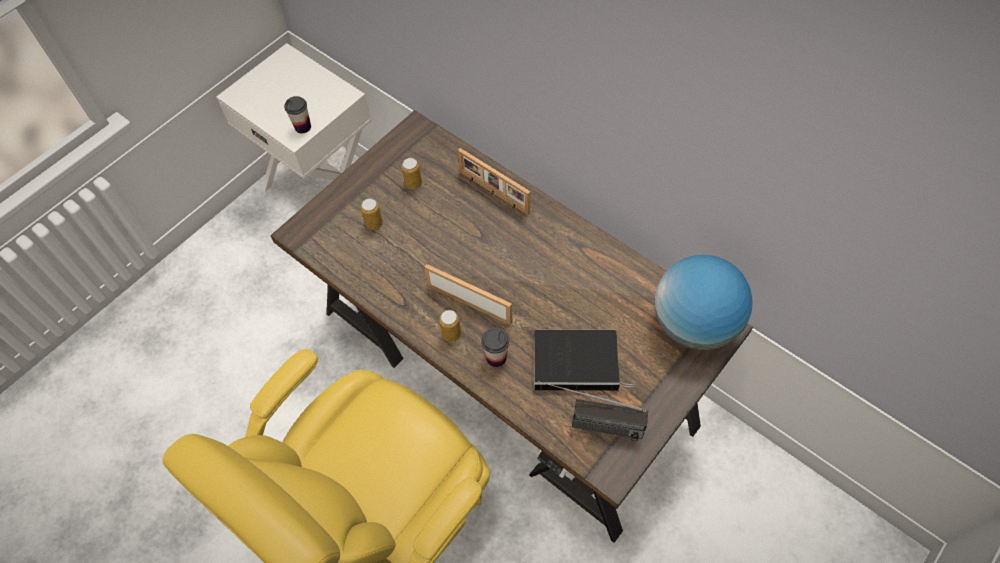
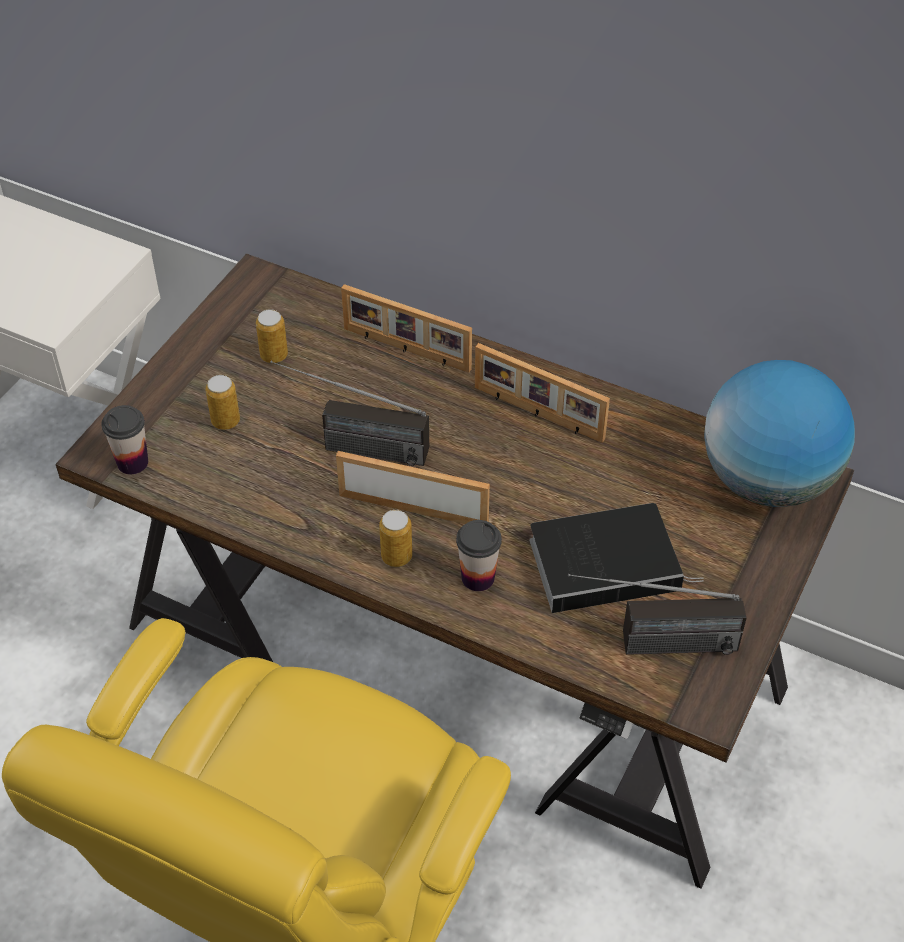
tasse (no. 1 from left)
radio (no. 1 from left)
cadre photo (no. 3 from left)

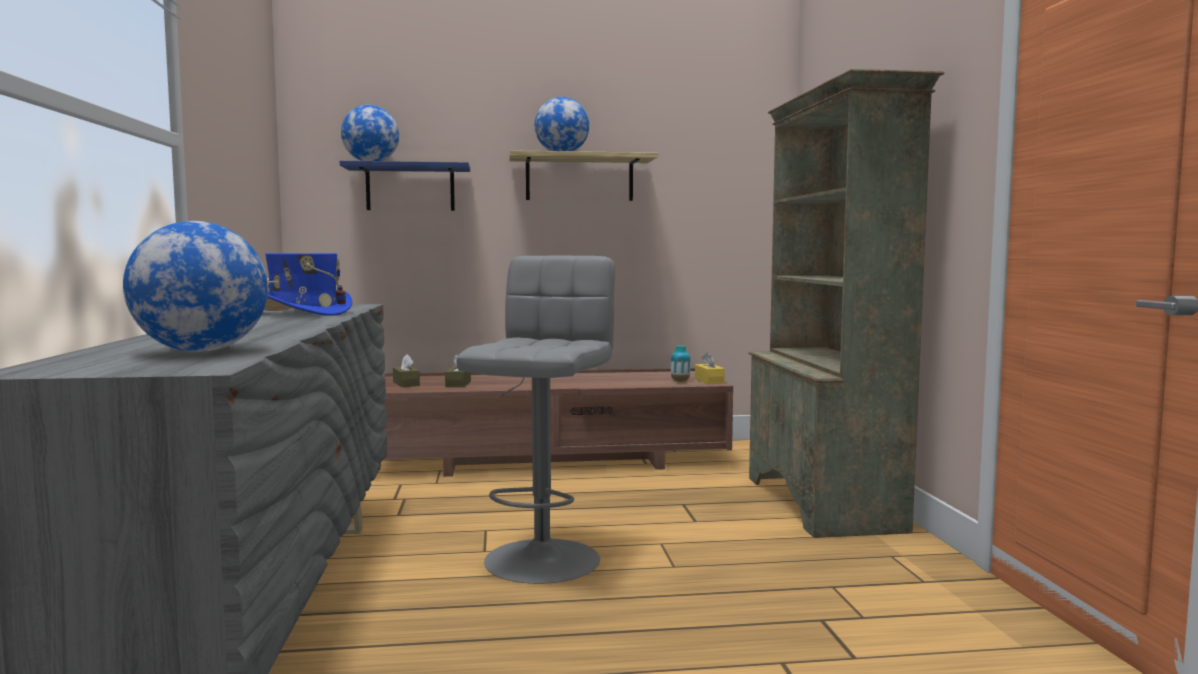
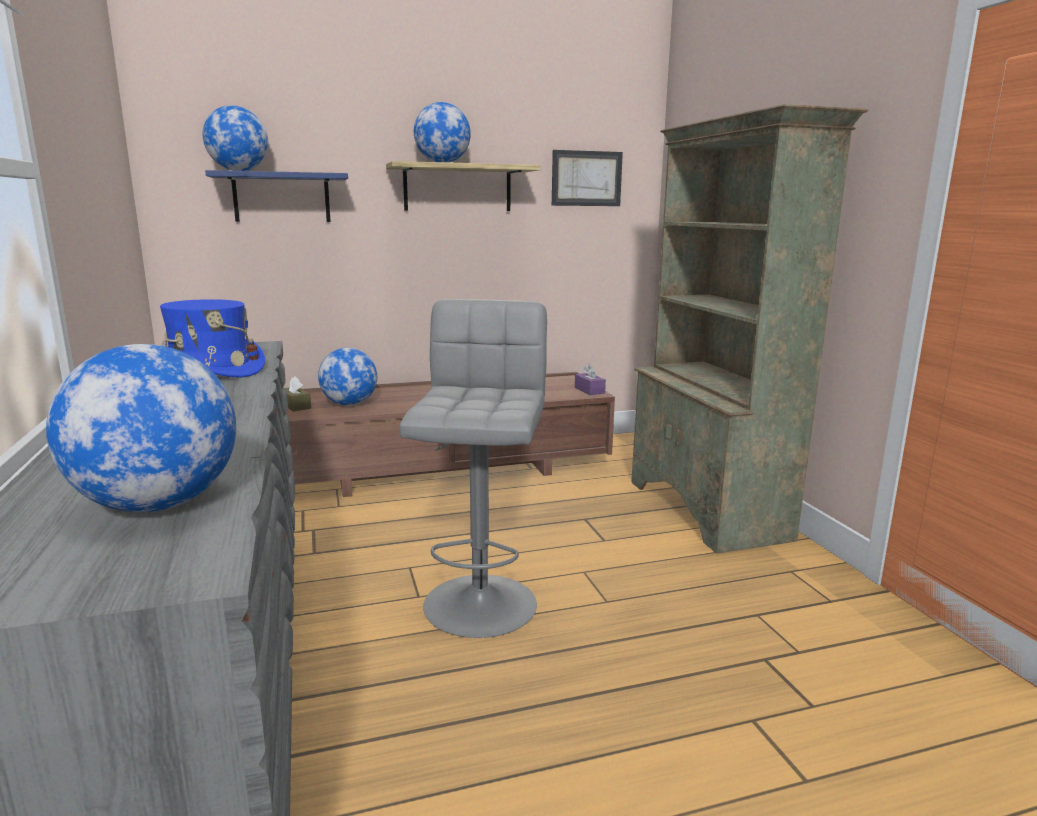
globe (no. 3 from left)
tableau
boîte à mouchoirs [violet]
vase

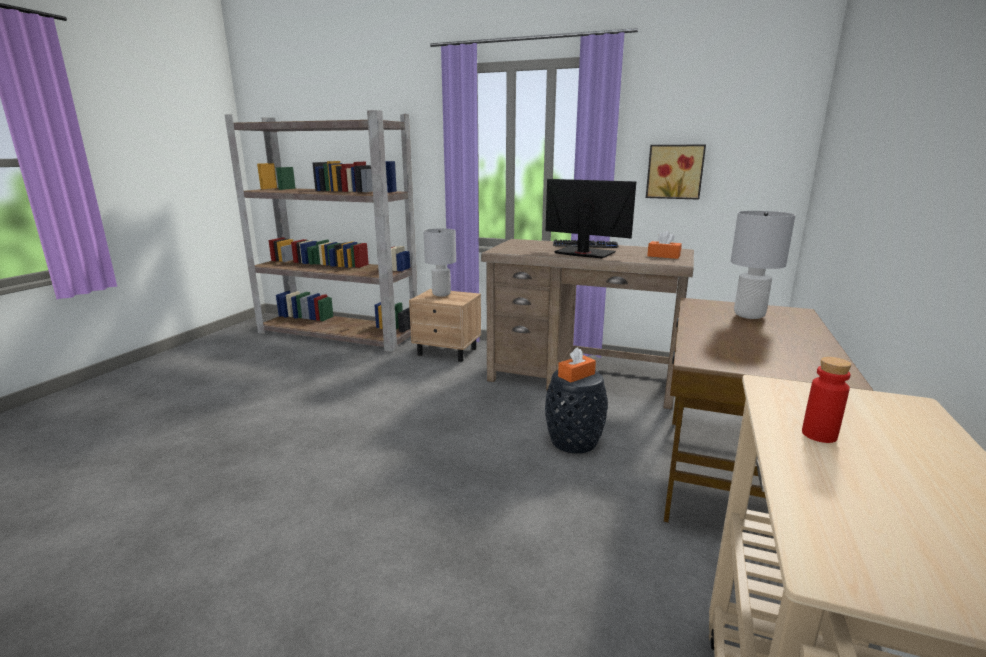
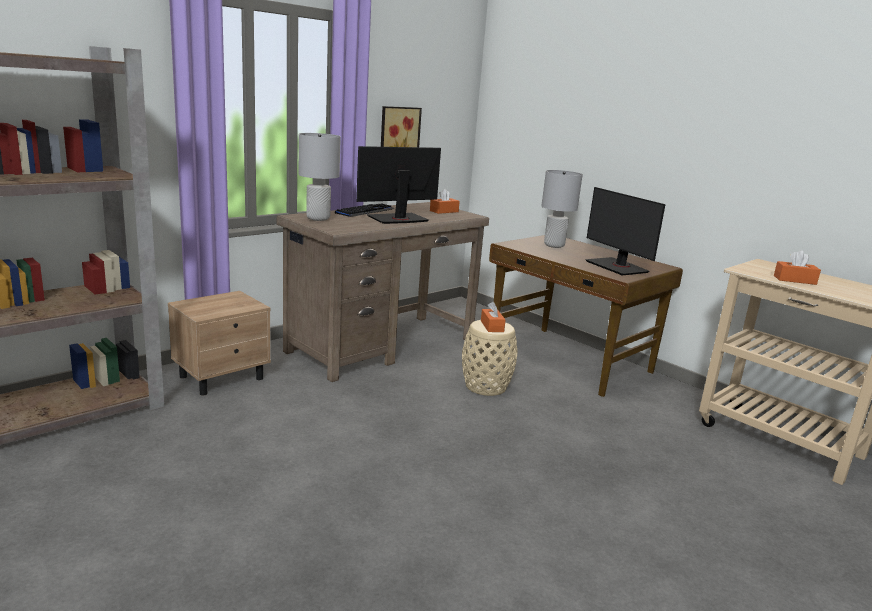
lampe de table [gris] (no. 1 from left)
tabouret [beige]
écran d'ordinateur (no. 2 from left)
boîte à mouchoirs [orange] (no. 3 from left)

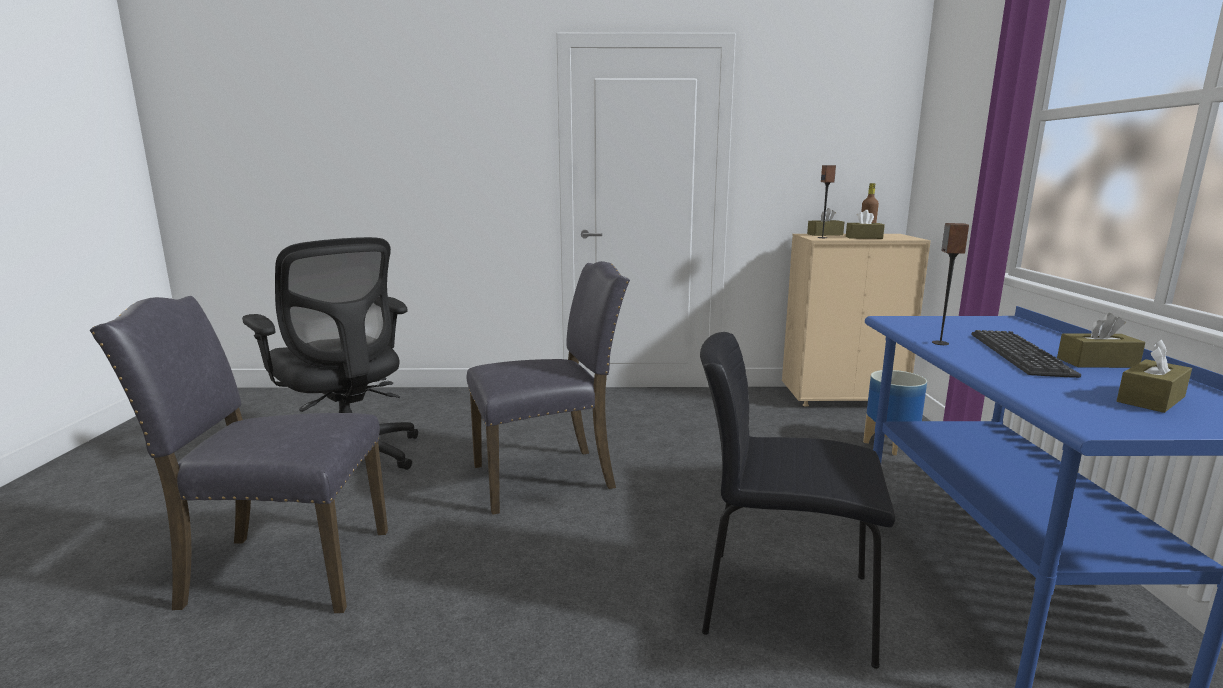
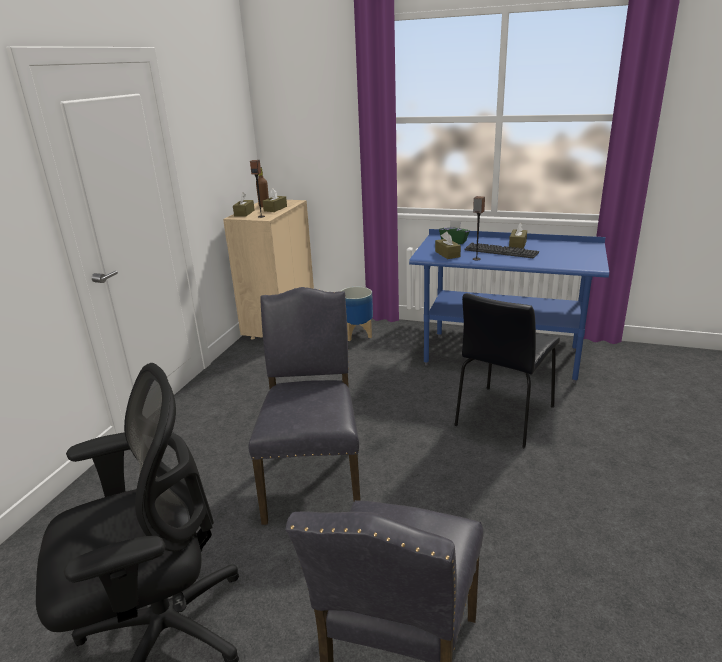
boîte à mouchoirs [marron] (no. 3 from left)
boîte à mouchoirs [vert]

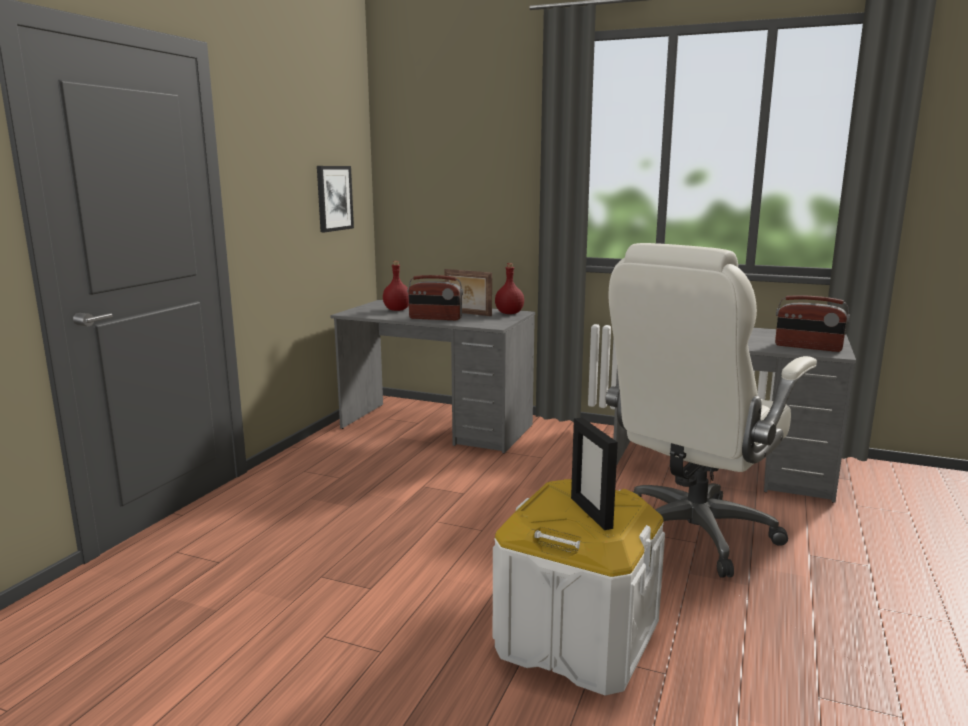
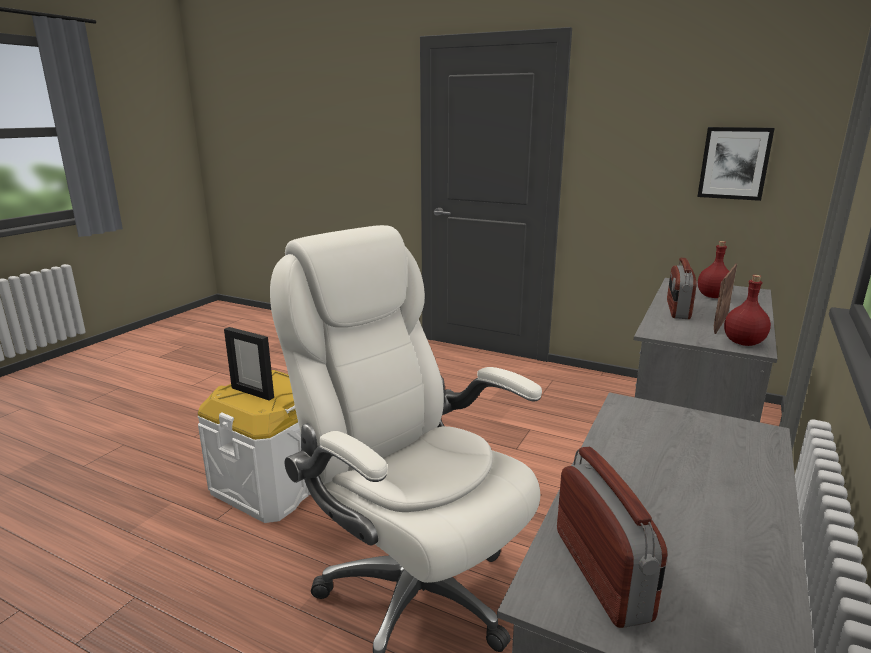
cadre photo (no. 1 from left)
radio (no. 1 from left)

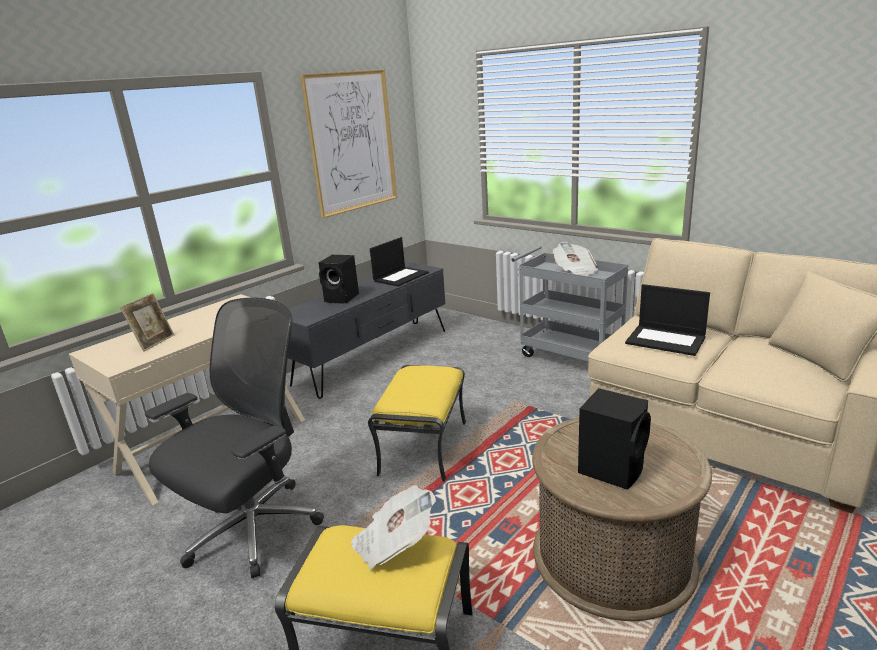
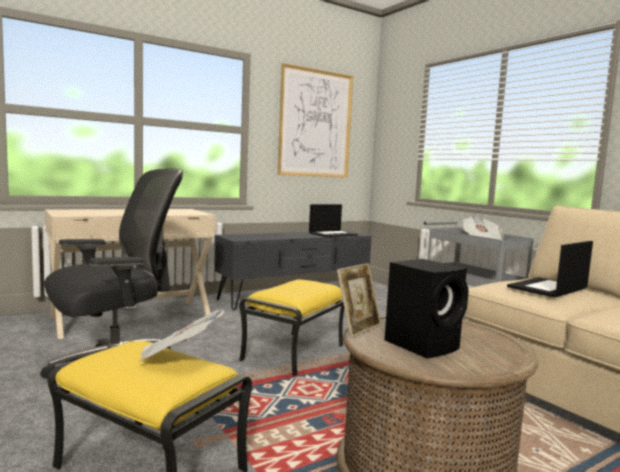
cadre photo
ordinateur portable (no. 2 from left)
enceinte [noir] (no. 1 from left in the first image)

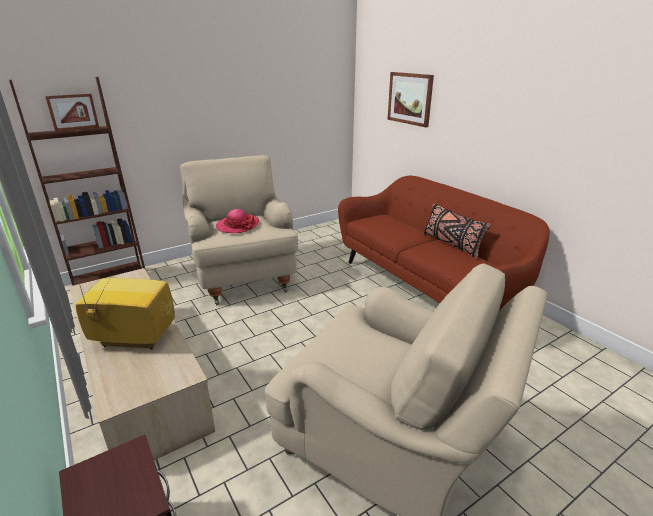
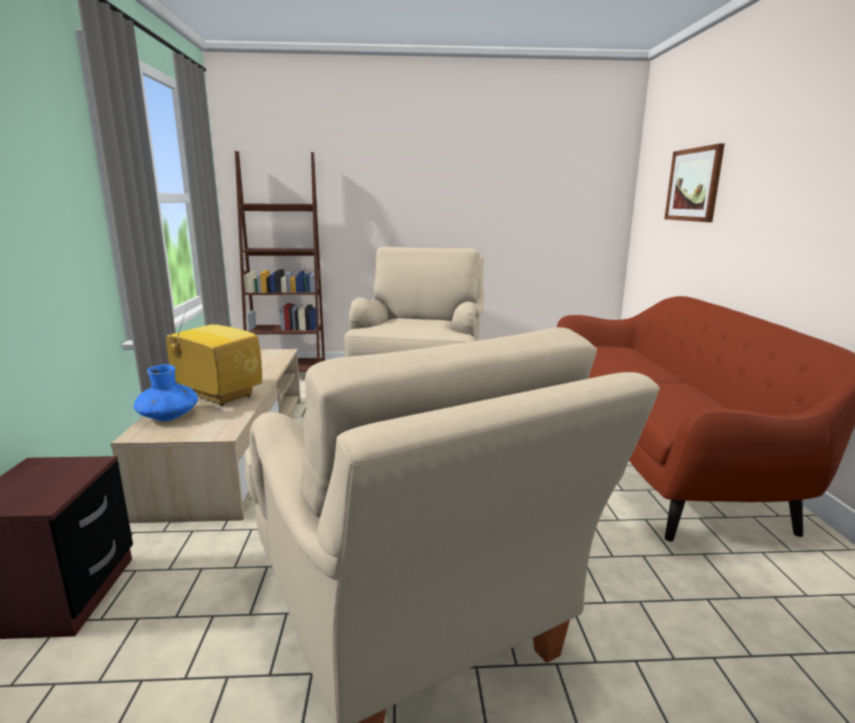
vase [bleu]
cadre photo
chapeau
coussin [noir]

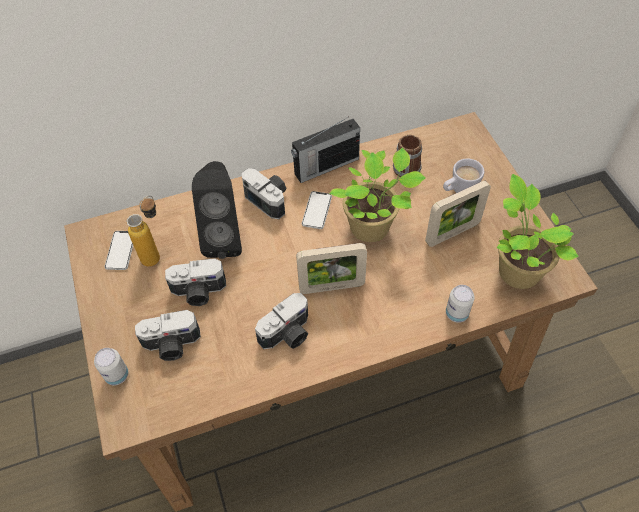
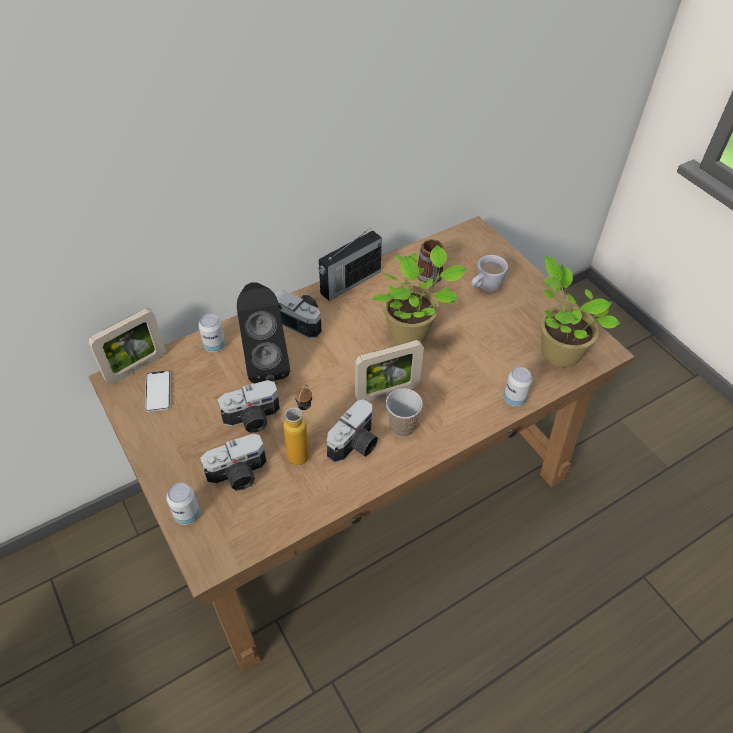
cadre photo (no. 1 from left)
boîte métallique (no. 2 from left)
bouteille
tasse
téléphone (no. 2 from left in the first image)

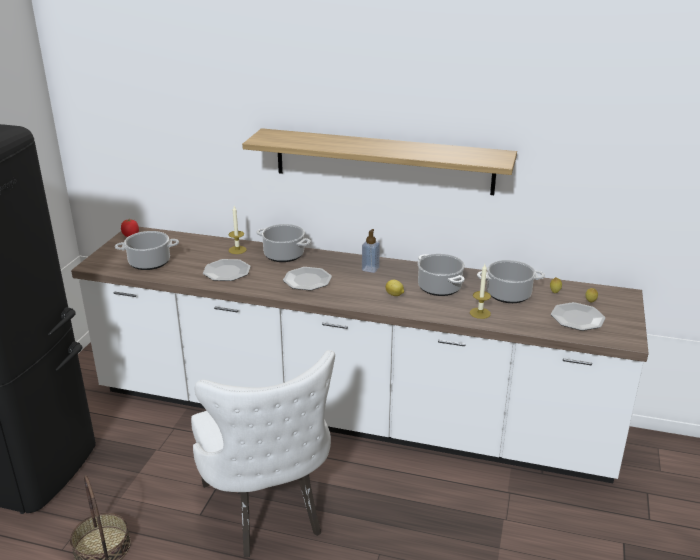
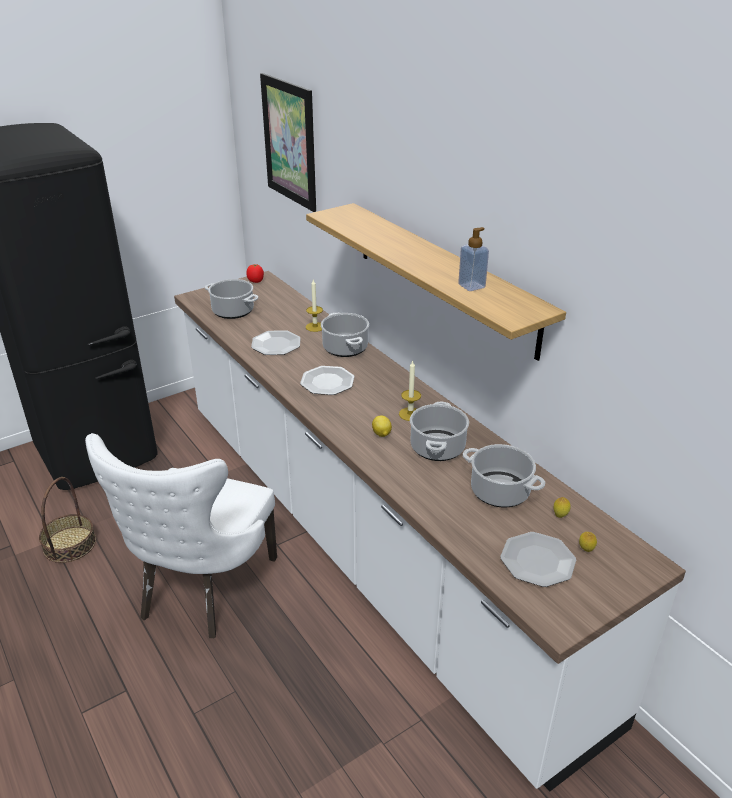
tableau
bougie (no. 2 from left)
distributeur de savon

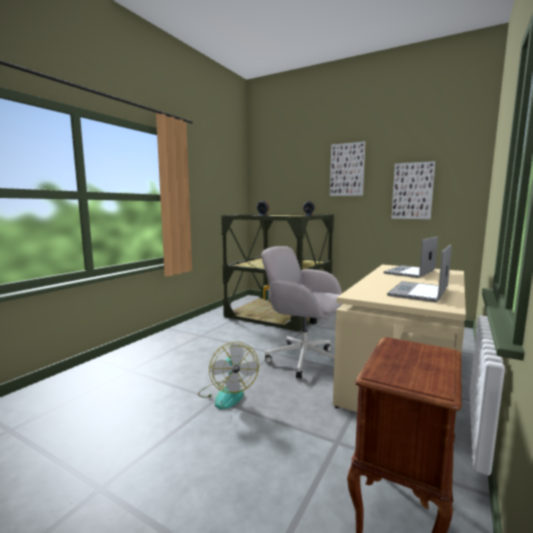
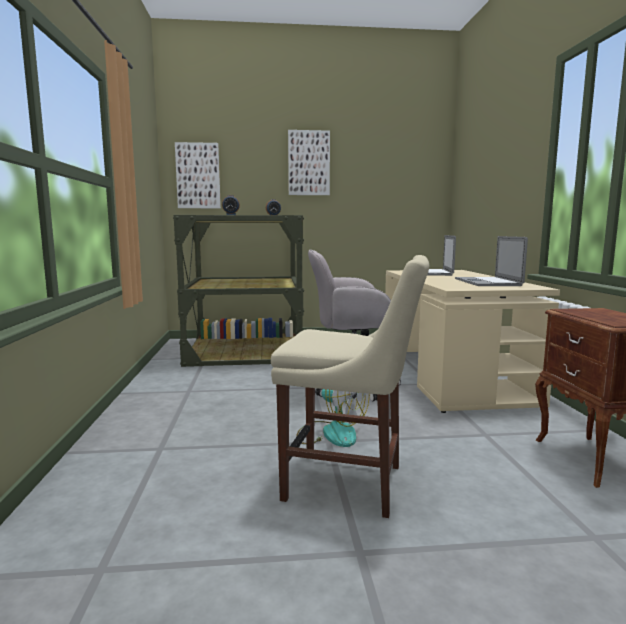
tableau (no. 1 from left)
chaise [beige]

